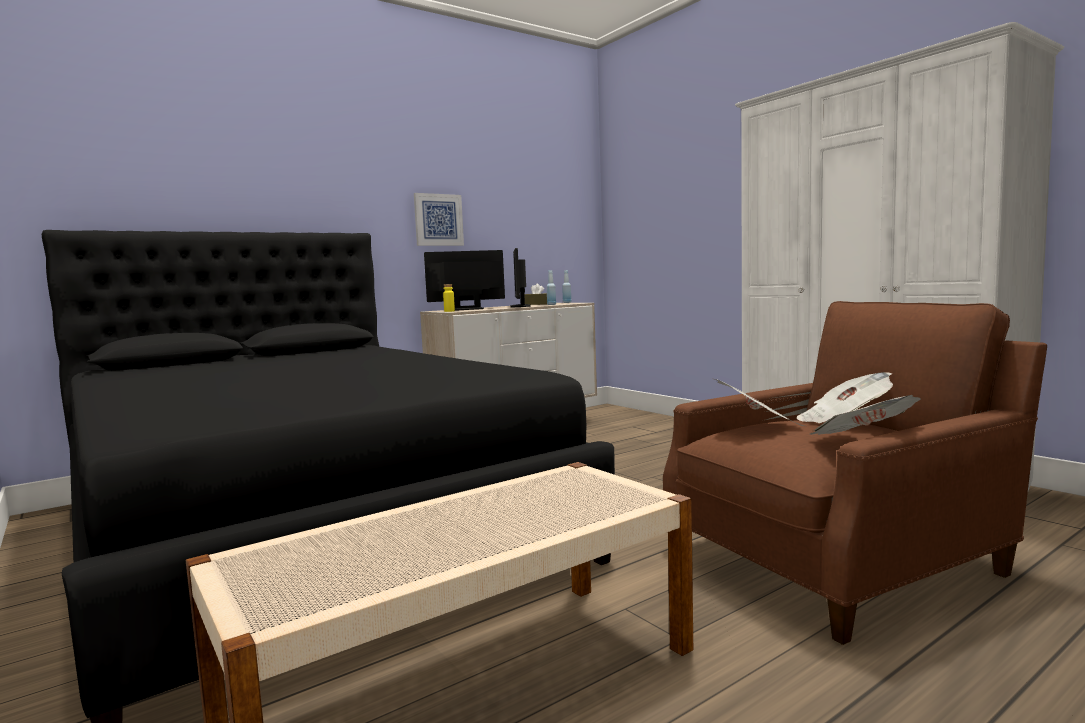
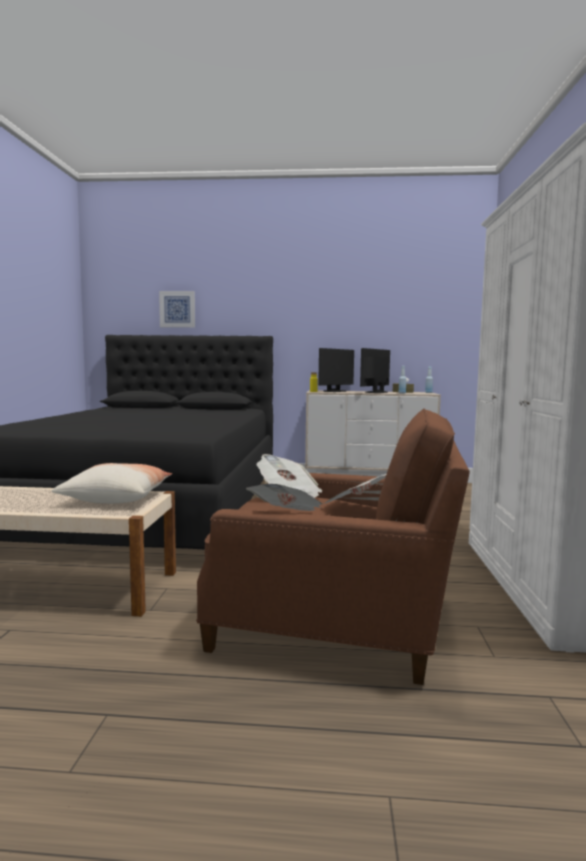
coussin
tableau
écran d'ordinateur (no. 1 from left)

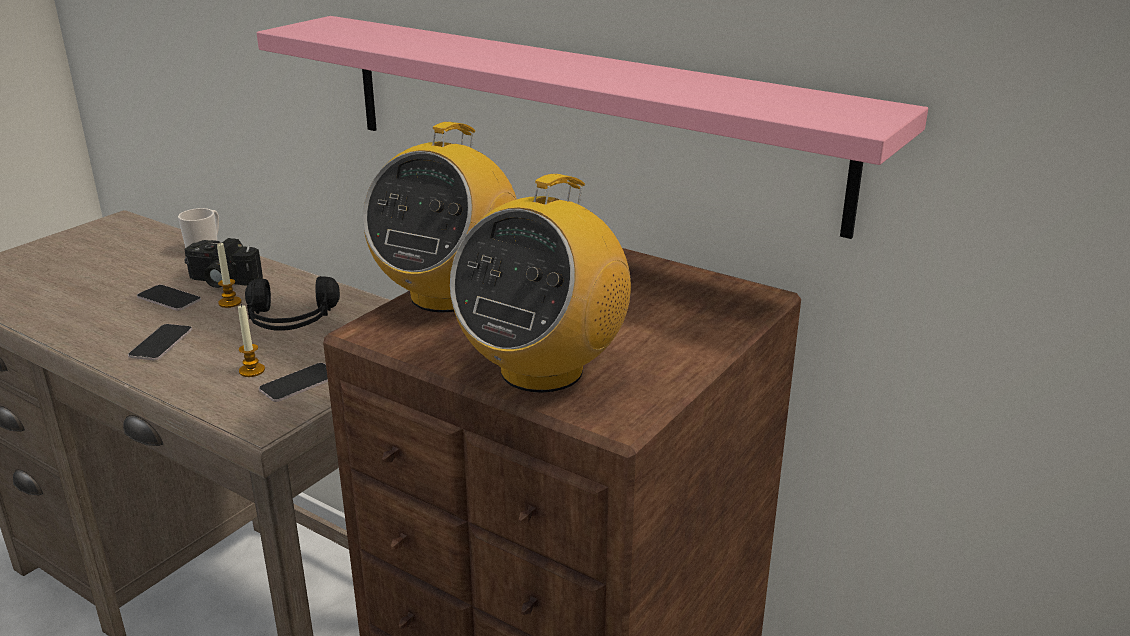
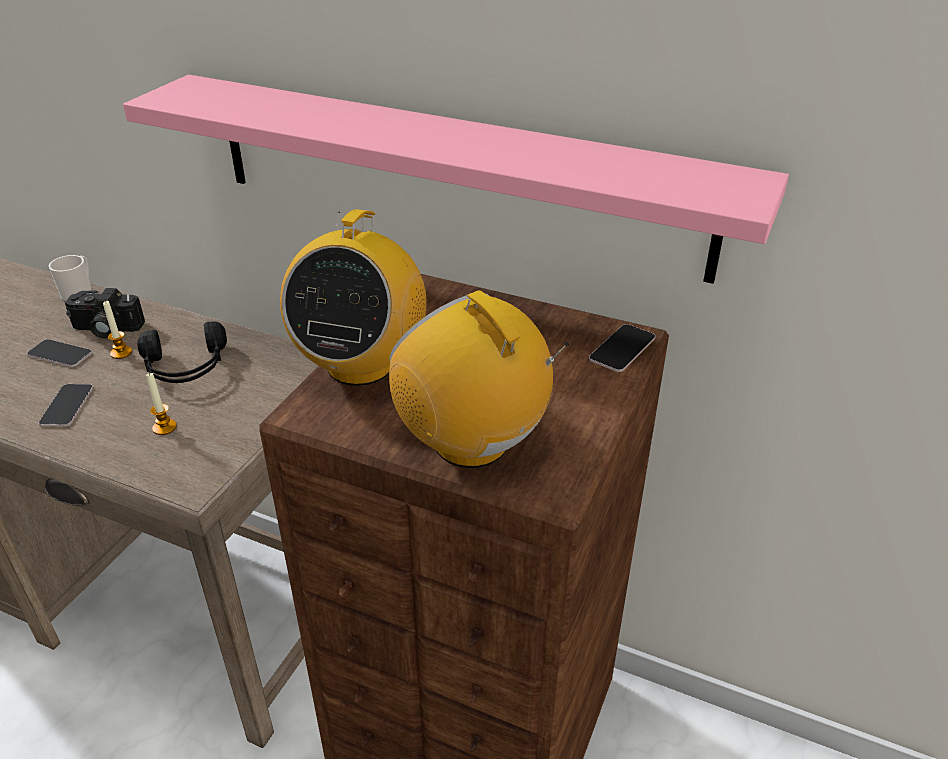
radio (no. 2 from left)
téléphone (no. 3 from left)

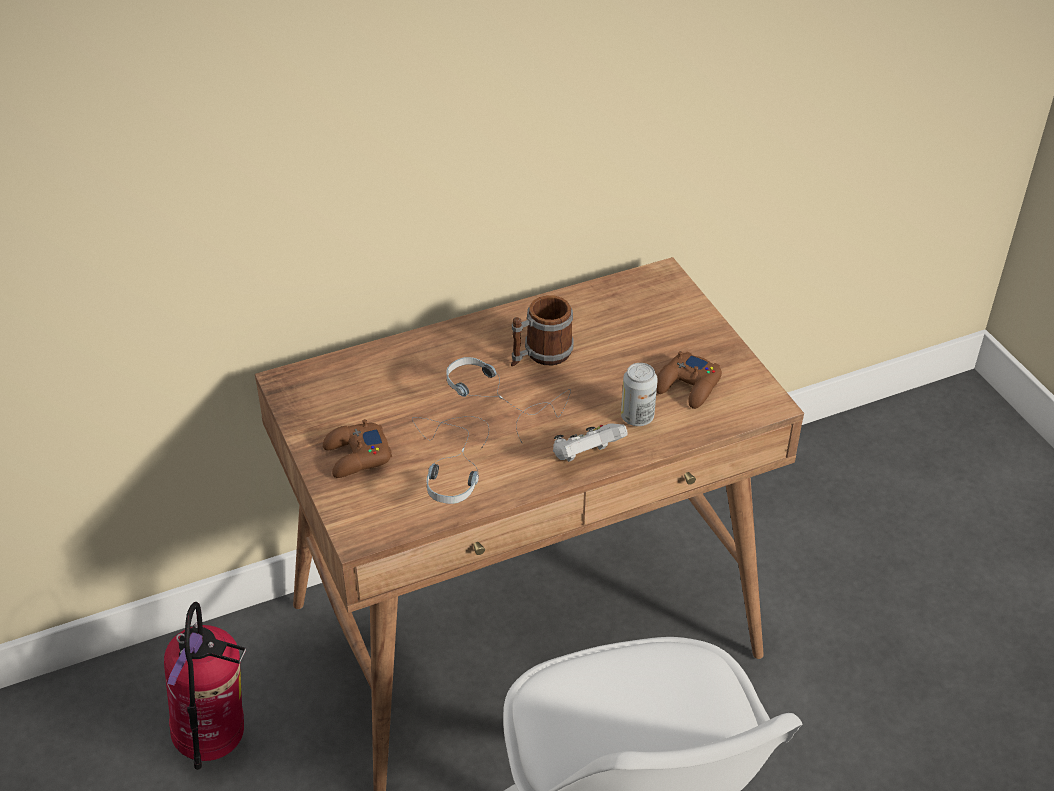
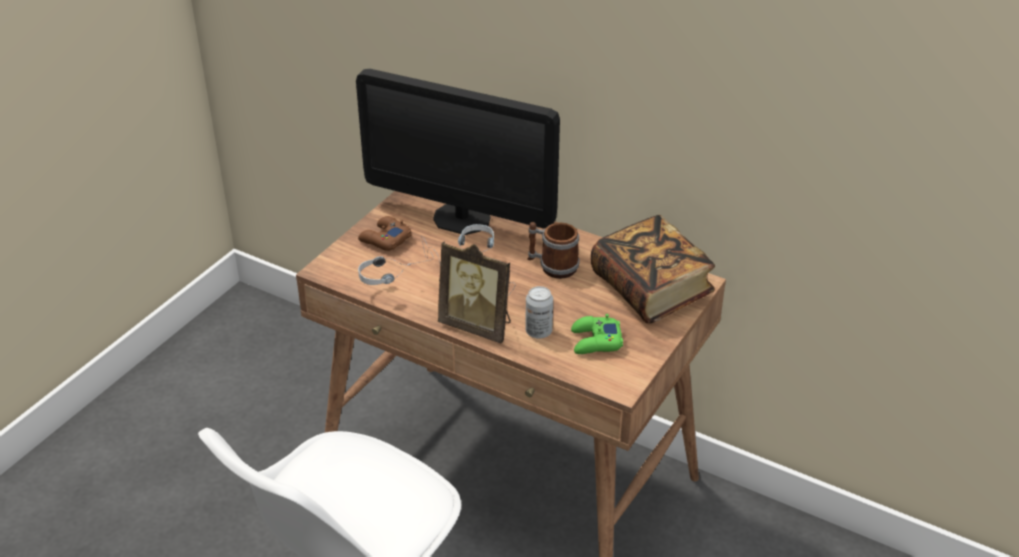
écran d'ordinateur
cadre photo
manette [vert]
livre
extincteur

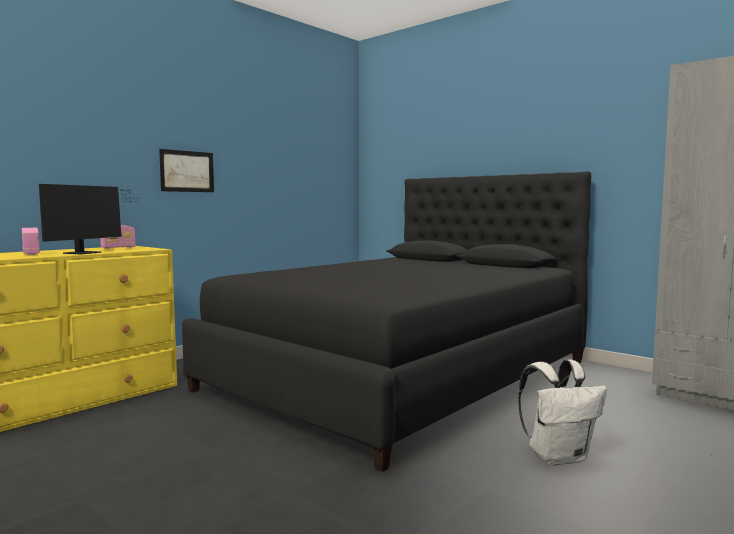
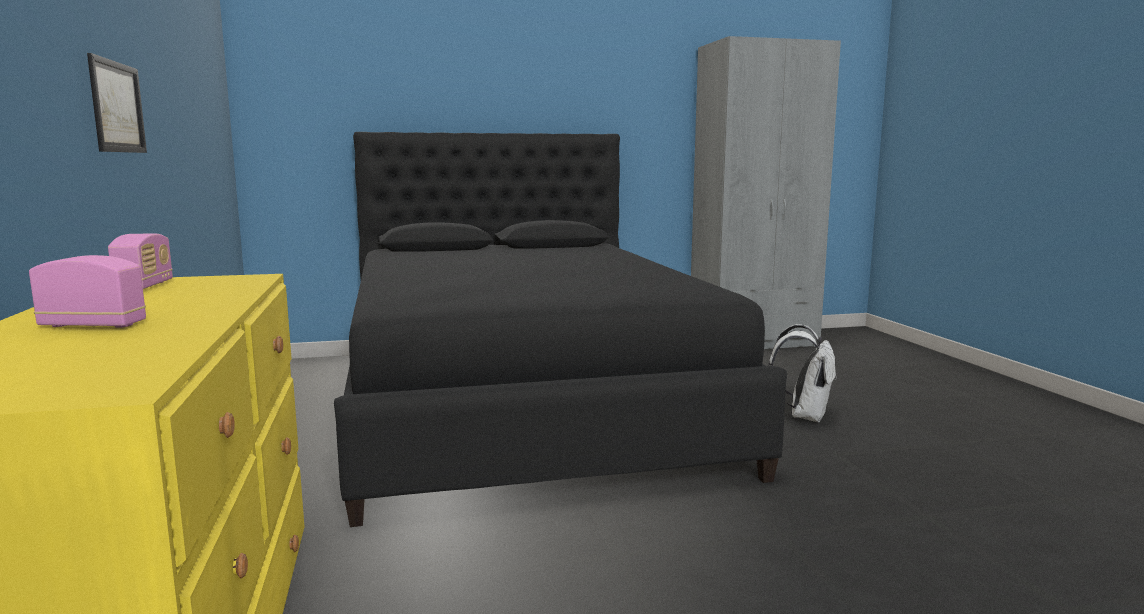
écran d'ordinateur

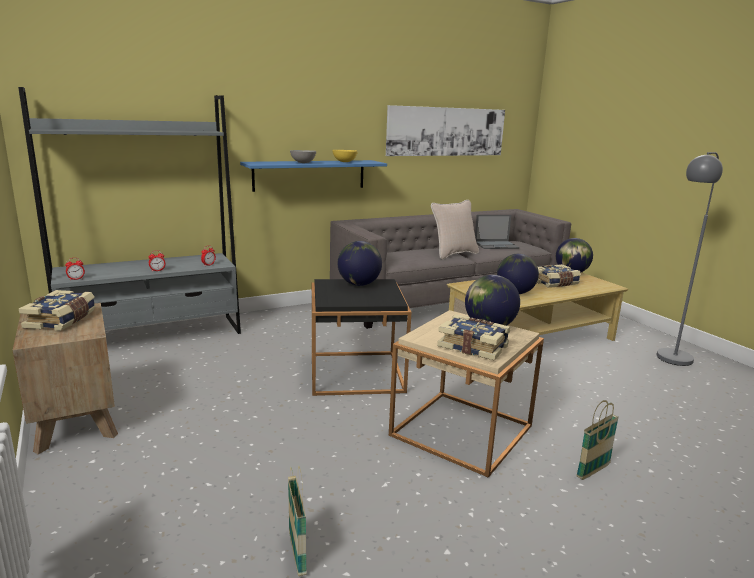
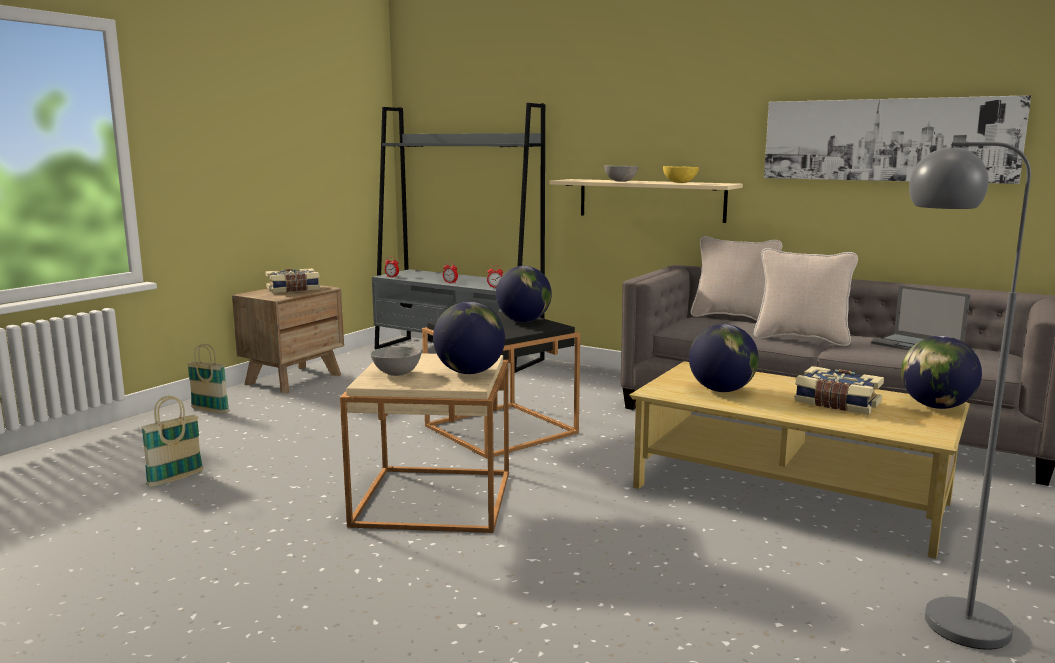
panier (no. 2 from left)
bol [gris] (no. 1 from left)
étagère [beige]
coussin [beige] (no. 1 from left)

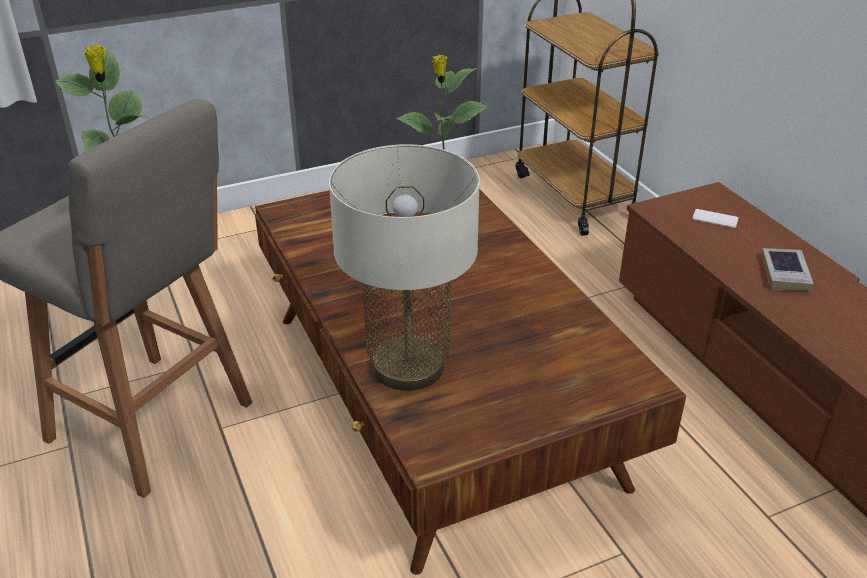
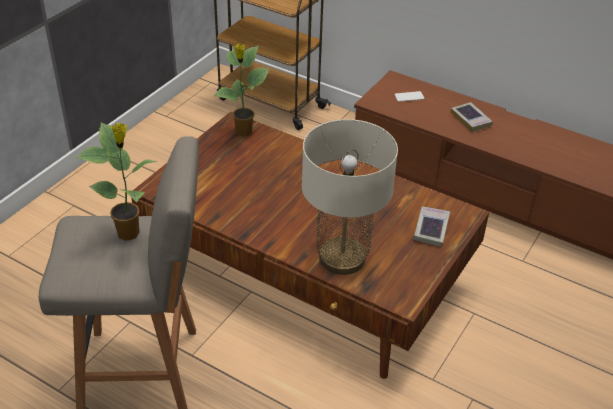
livre (no. 1 from left)

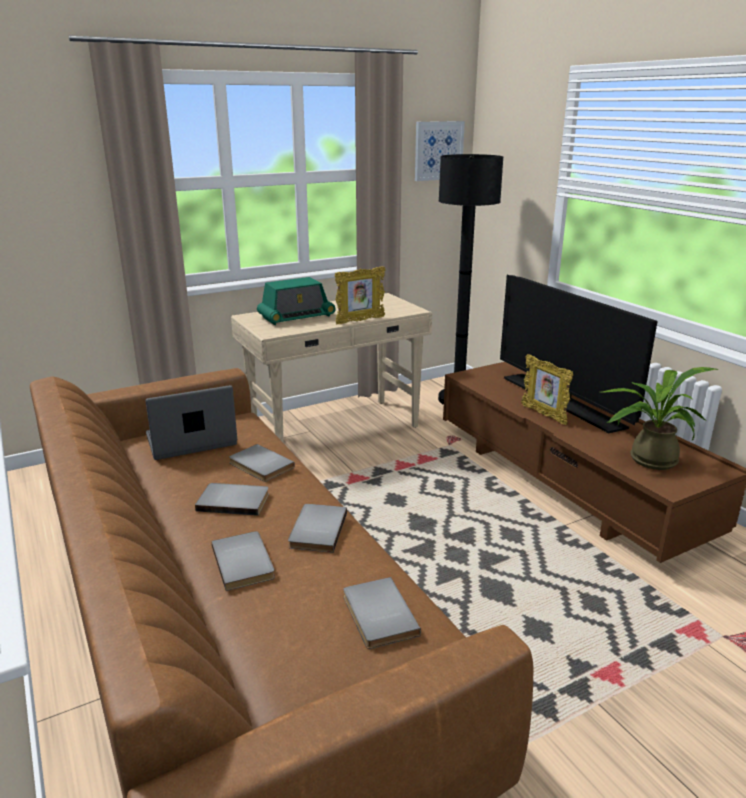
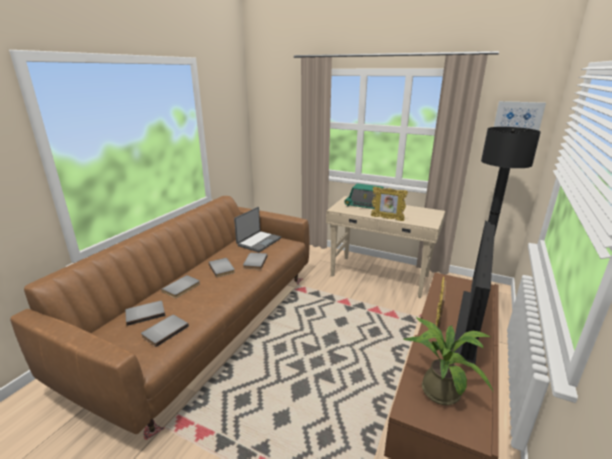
livre [gris] (no. 1 from left)
ordinateur portable

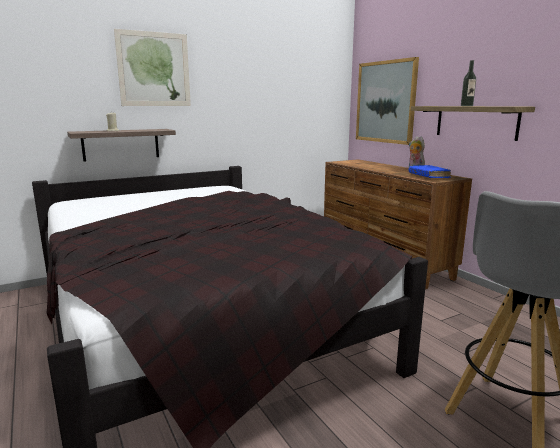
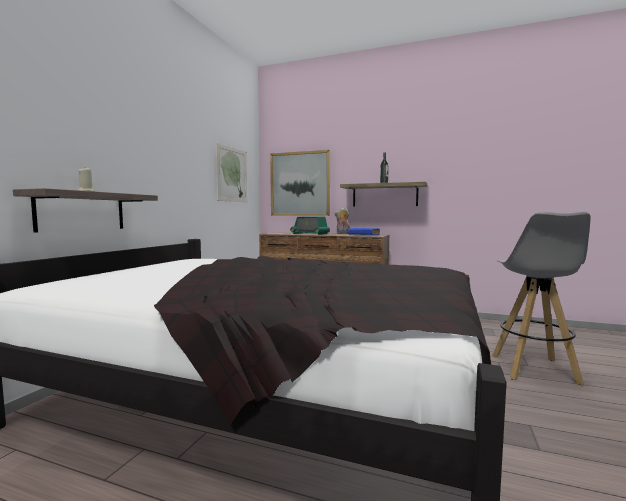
tableau (no. 1 from left)
radio

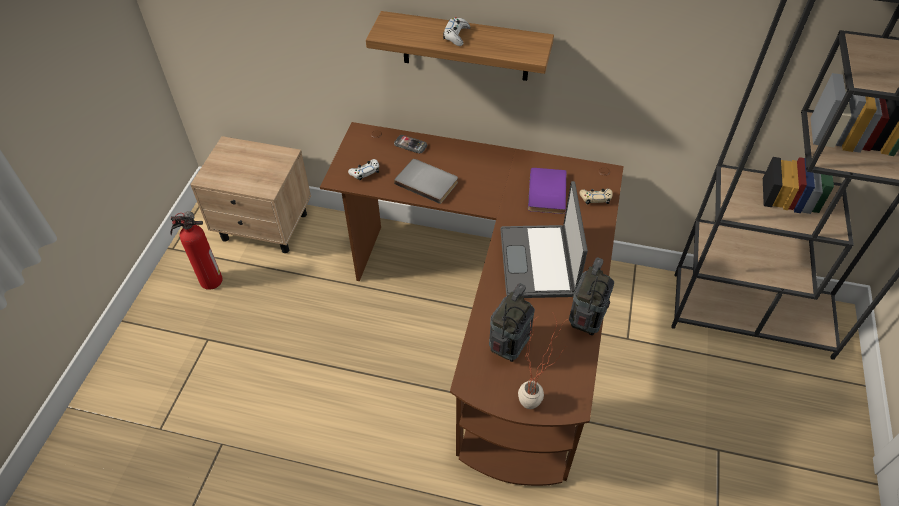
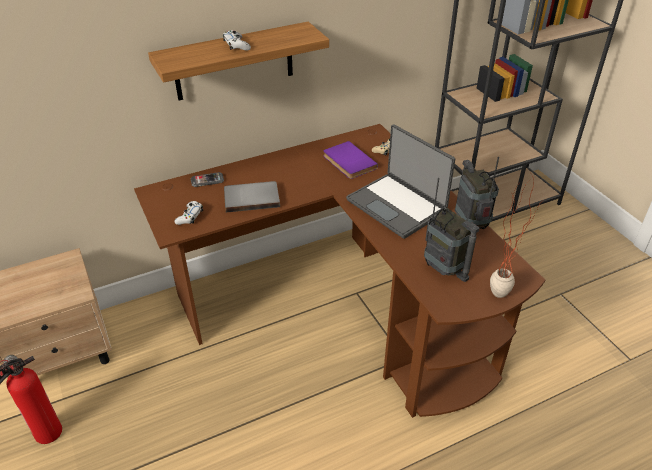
radio (no. 1 from left)

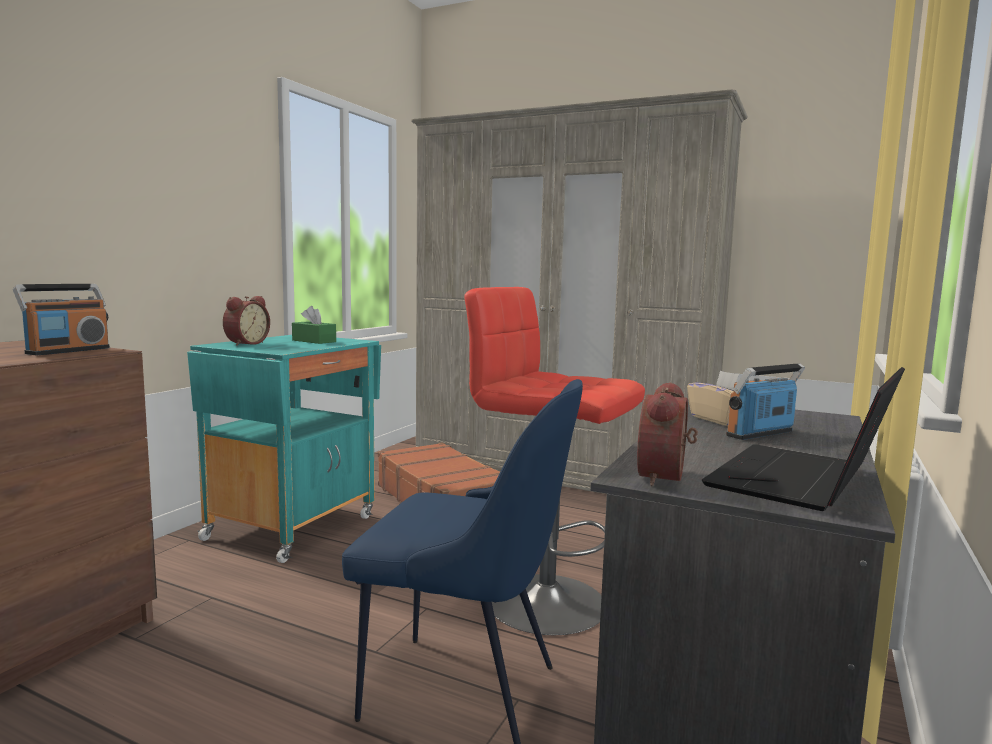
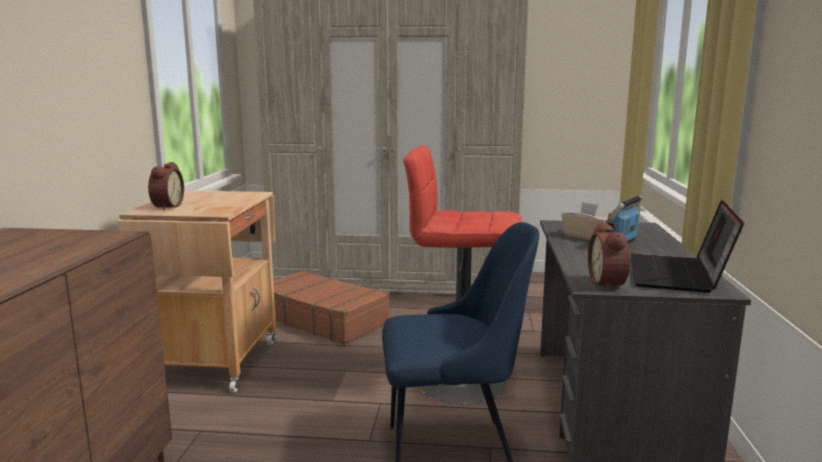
chariot [marron]
radio (no. 1 from left in the first image)
boîte à mouchoirs [vert]

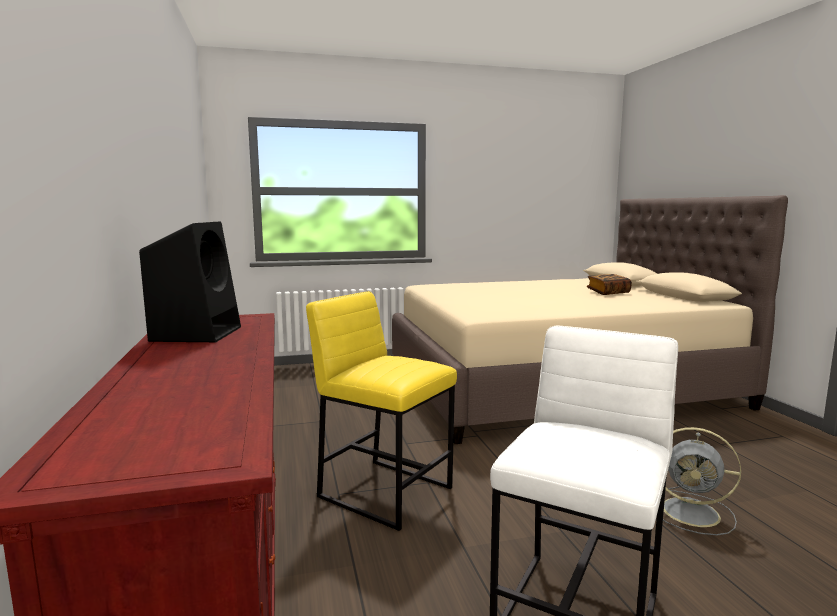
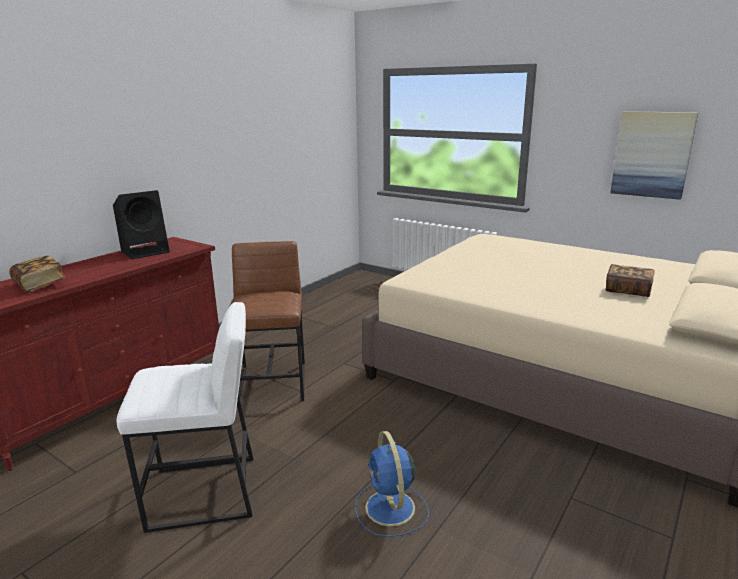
livre (no. 1 from left)
chaise [marron]
ventilateur [bleu]
tableau

